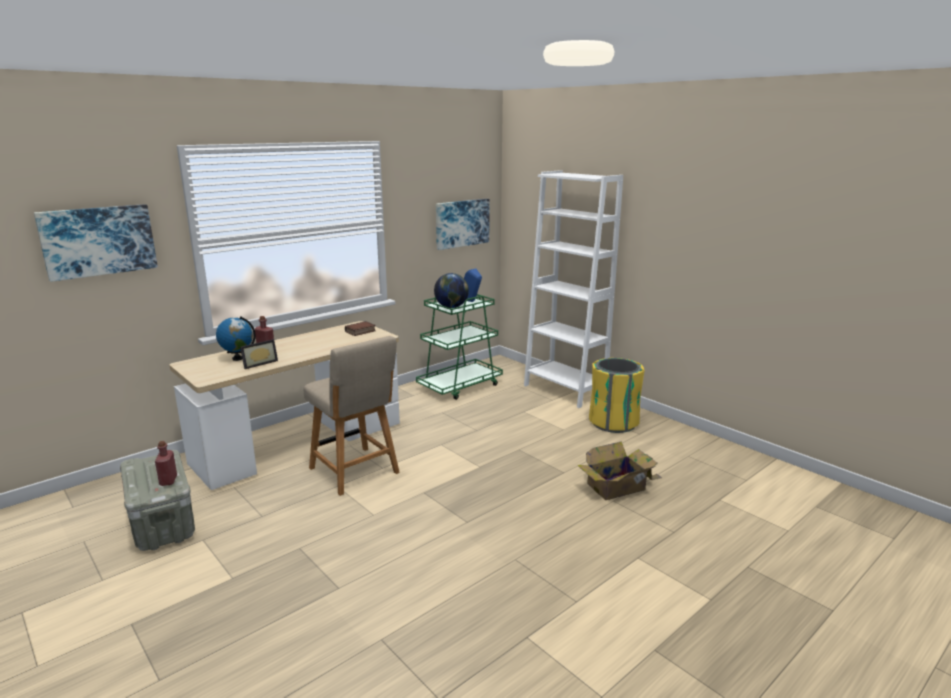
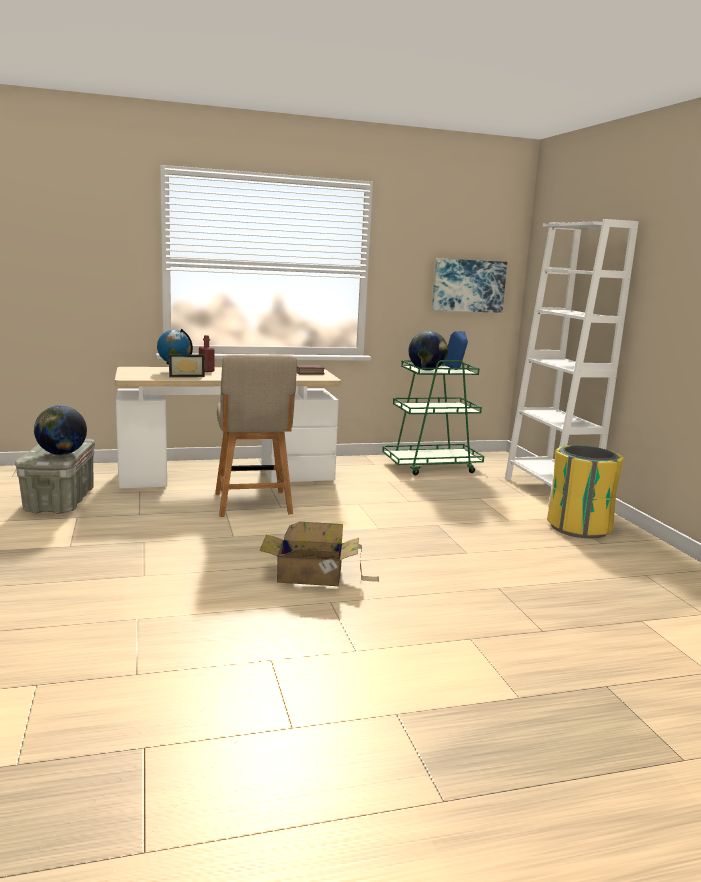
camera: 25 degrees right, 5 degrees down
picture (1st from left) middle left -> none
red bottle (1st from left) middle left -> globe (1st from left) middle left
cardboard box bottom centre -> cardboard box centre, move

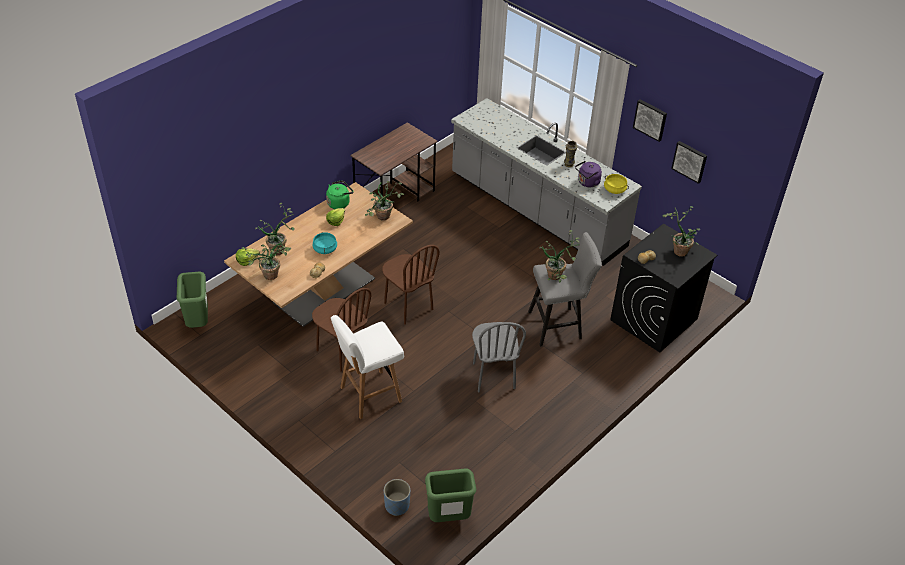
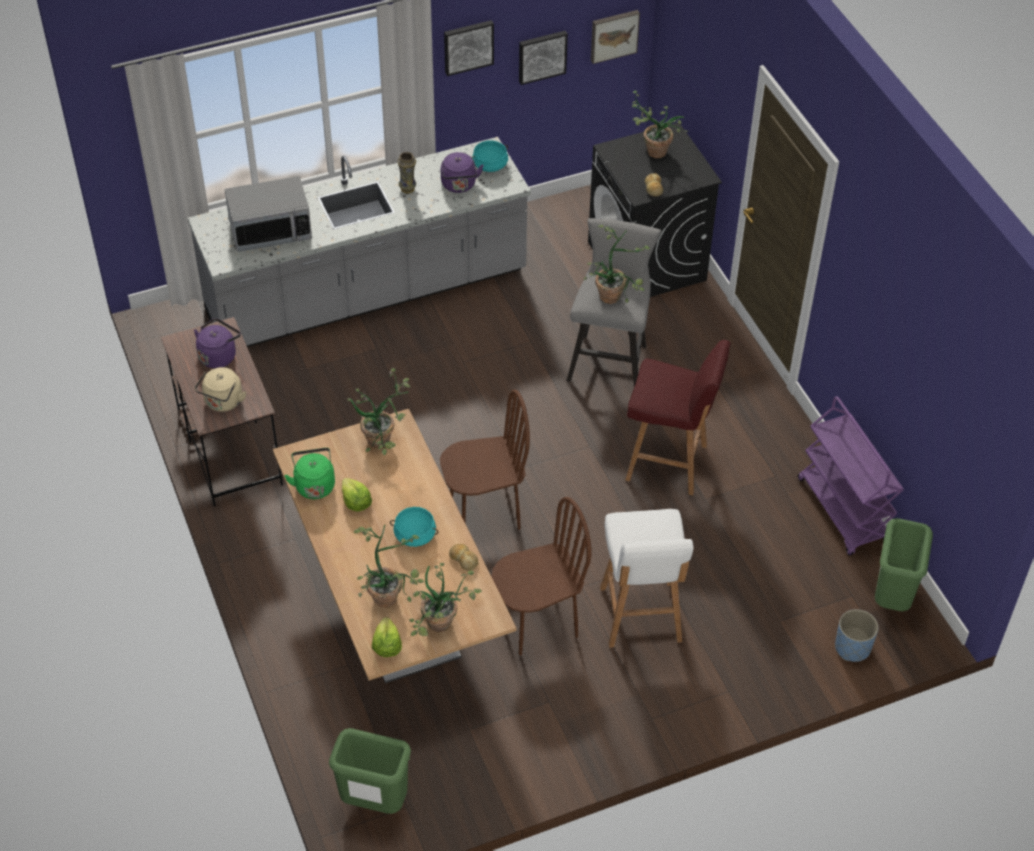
camera: 65 degrees left, 5 degrees up
yellow cooking pot top right -> turquoise cooking pot (2nd from left) top centre
grey chair centre -> red stool centre
none -> picture (3rd from left) top centre
none -> microwave top left
none -> purple kettle (1st from left) middle left
none -> beige kettle middle left
none -> purple cart middle right

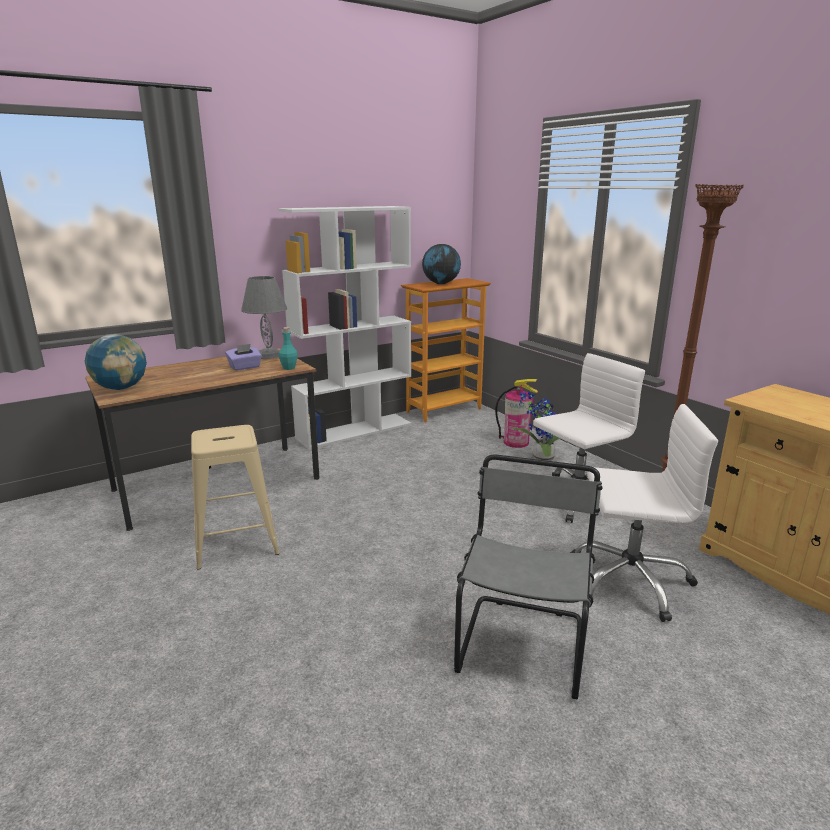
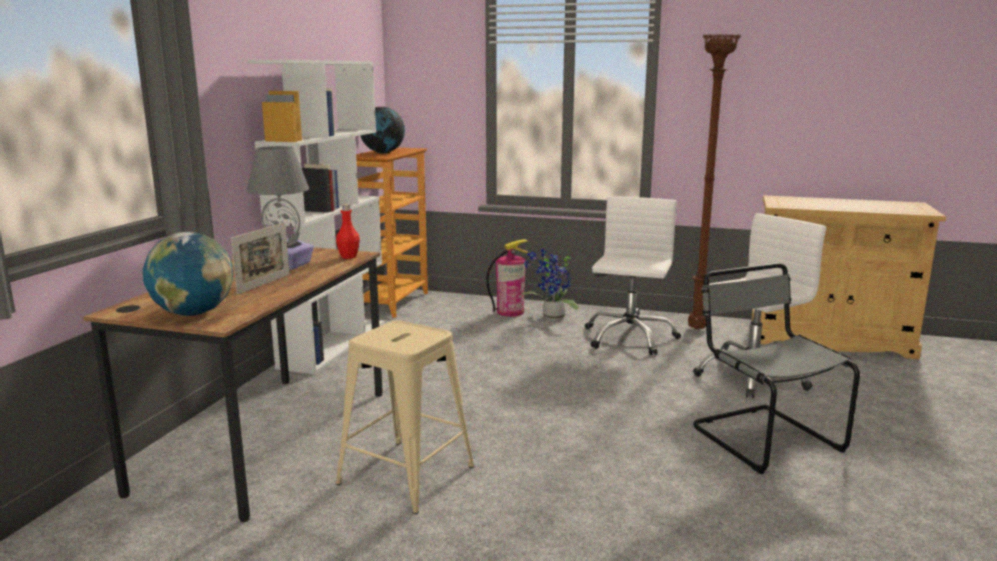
camera: 40 degrees left, 5 degrees down
turquoise bottle centre -> red bottle centre
none -> picture frame middle left

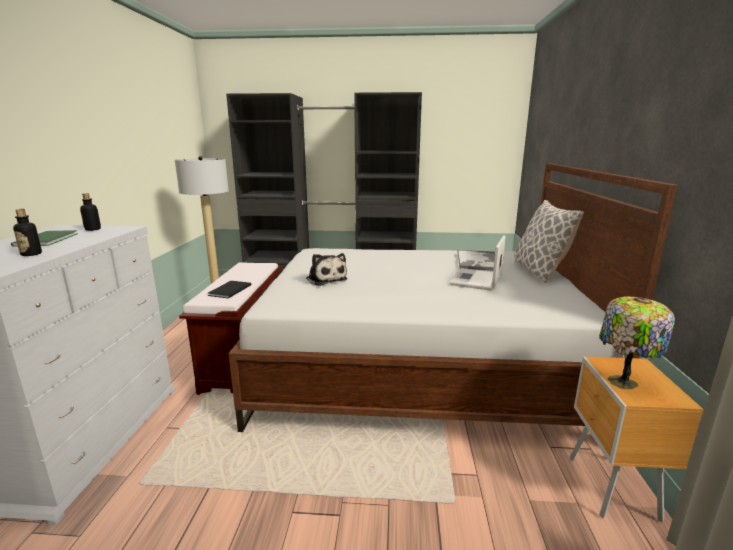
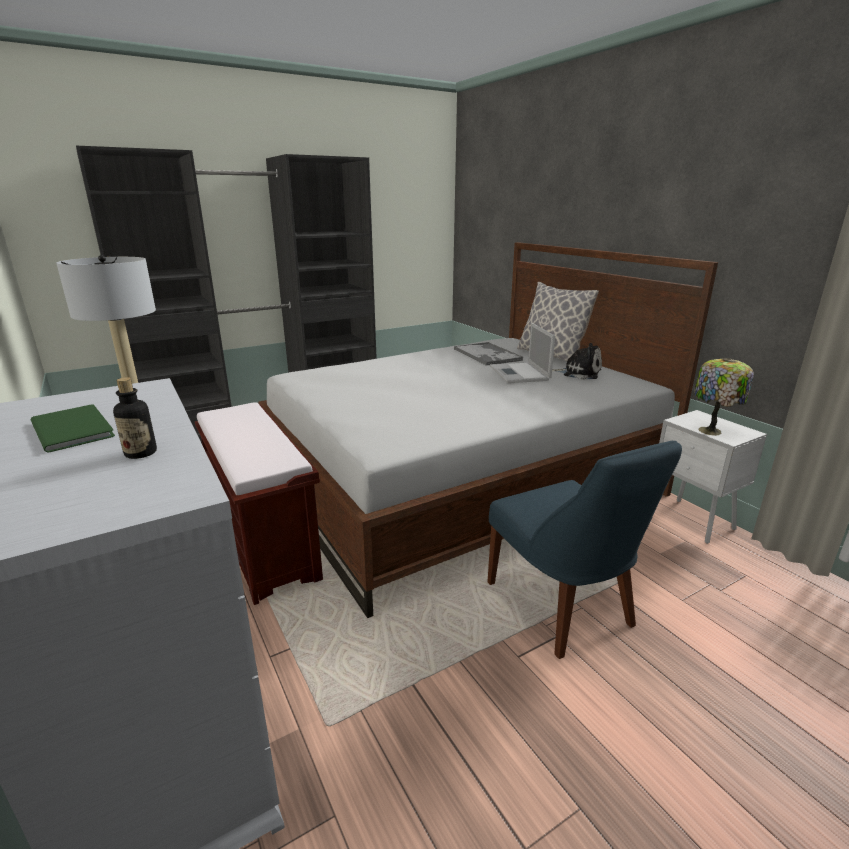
camera: 35 degrees left, 5 degrees up
bottle (2nd from left) middle left -> none
plush toy centre -> plush toy middle right, move
black book middle left -> none
brown nightstand bottom right -> white nightstand middle right
none -> blue chair middle right

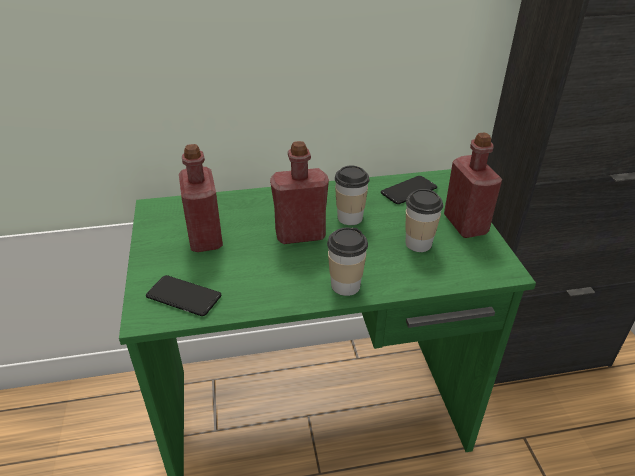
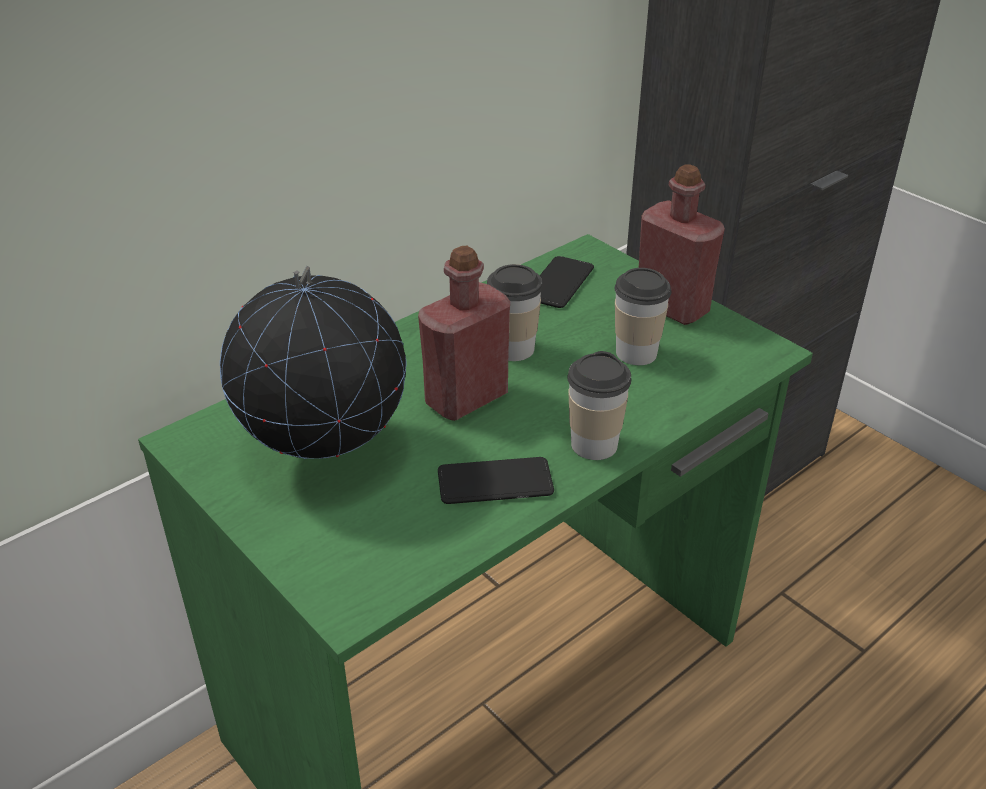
camera: 30 degrees left, 0 degrees up
red bottle (1st from left) middle left -> globe middle left
phone (1st from left) middle left -> phone (1st from left) centre, move

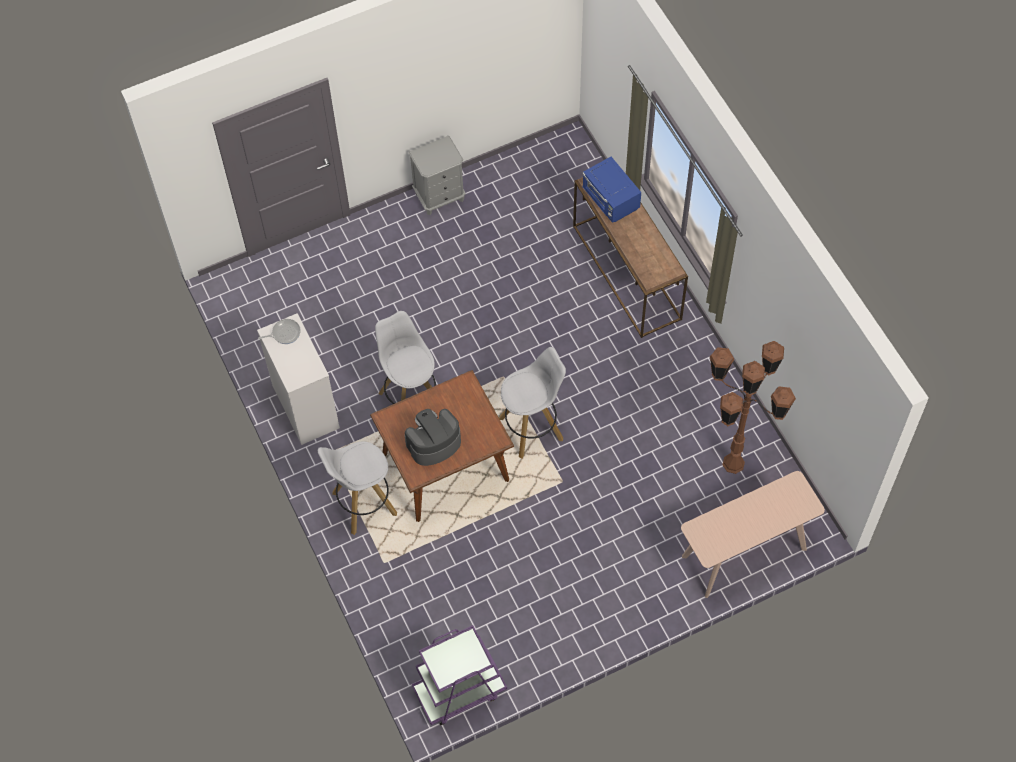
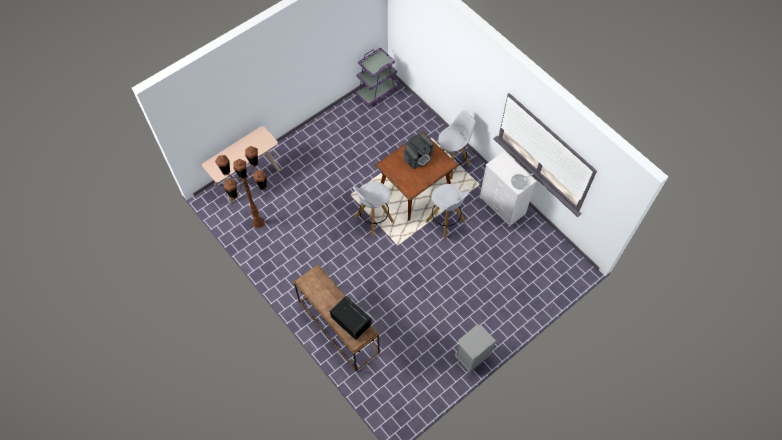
camera: 165 degrees right, 0 degrees up
blue microwave top centre -> black microwave bottom centre

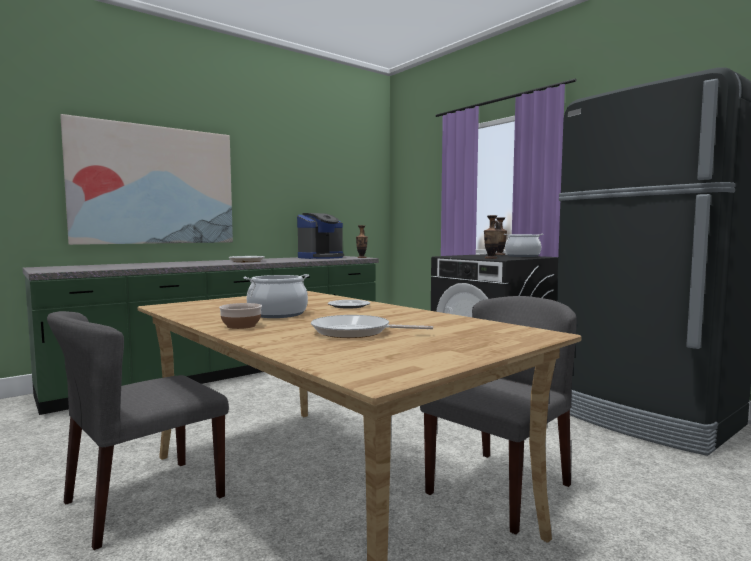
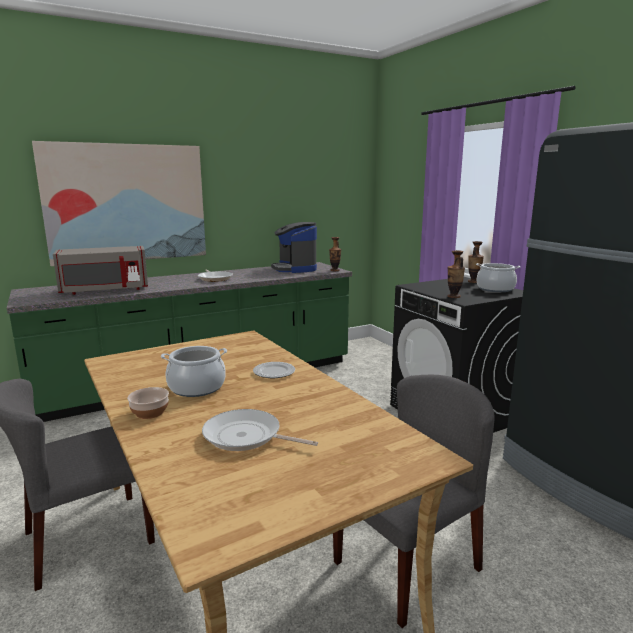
camera: 10 degrees right, 10 degrees up
coffee machine centre, 105 degrees clockwise
none -> grey microwave middle left

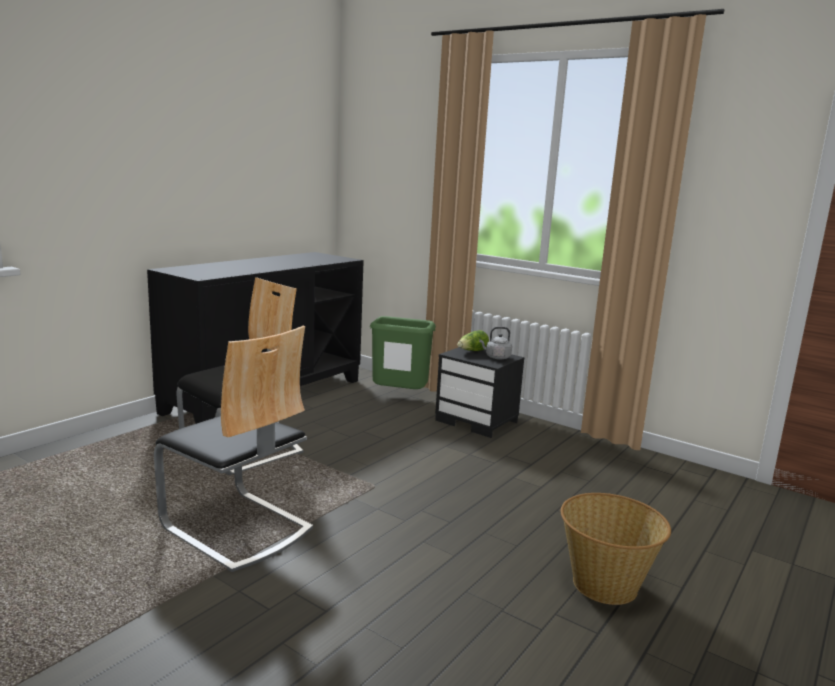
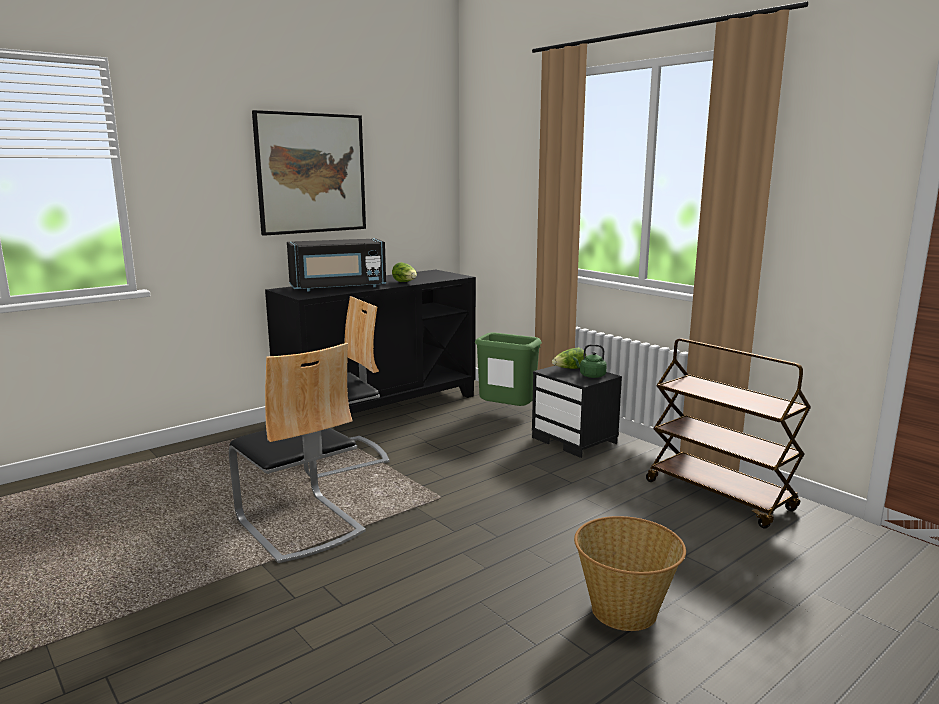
camera: 15 degrees right, 0 degrees up
grey kettle centre -> green kettle centre
none -> picture top left
none -> black microwave centre
none -> lettuce (1st from left) centre
none -> brown cart middle right

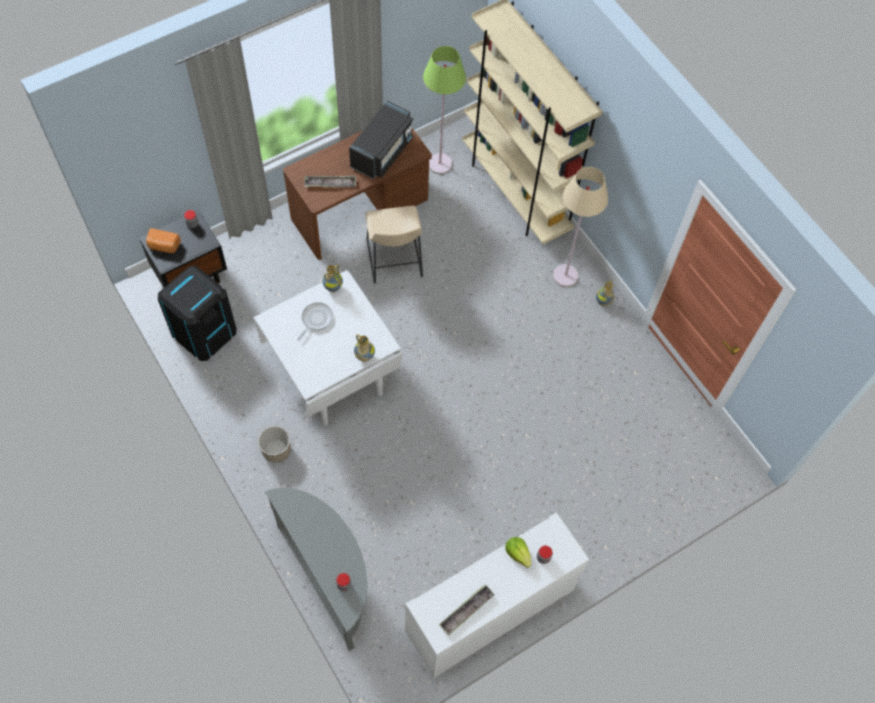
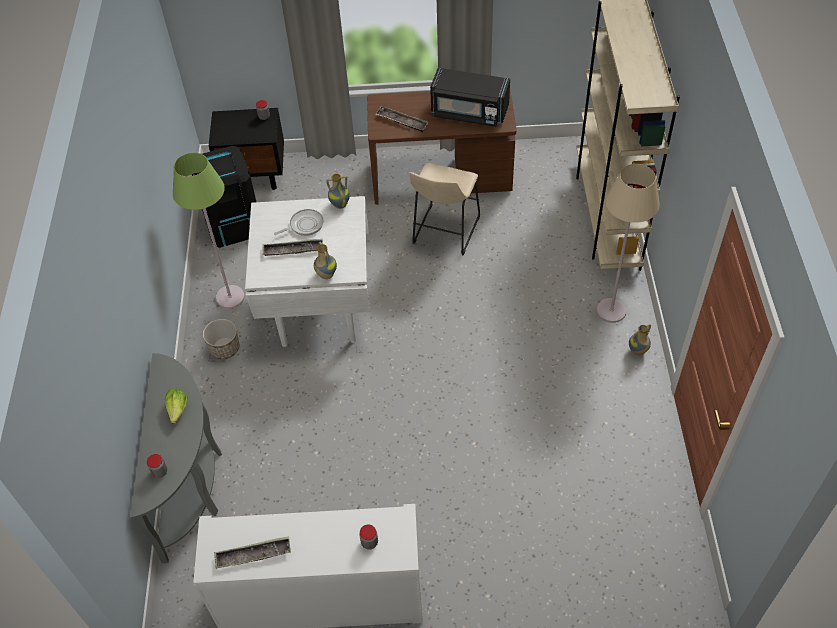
camera: 35 degrees right, 10 degrees down
green floor lamp top centre -> green floor lamp middle left, move
black microwave top centre, 45 degrees clockwise
bread middle left -> none
lettuce bottom centre -> lettuce middle left, move
none -> tray (2nd from left) centre

